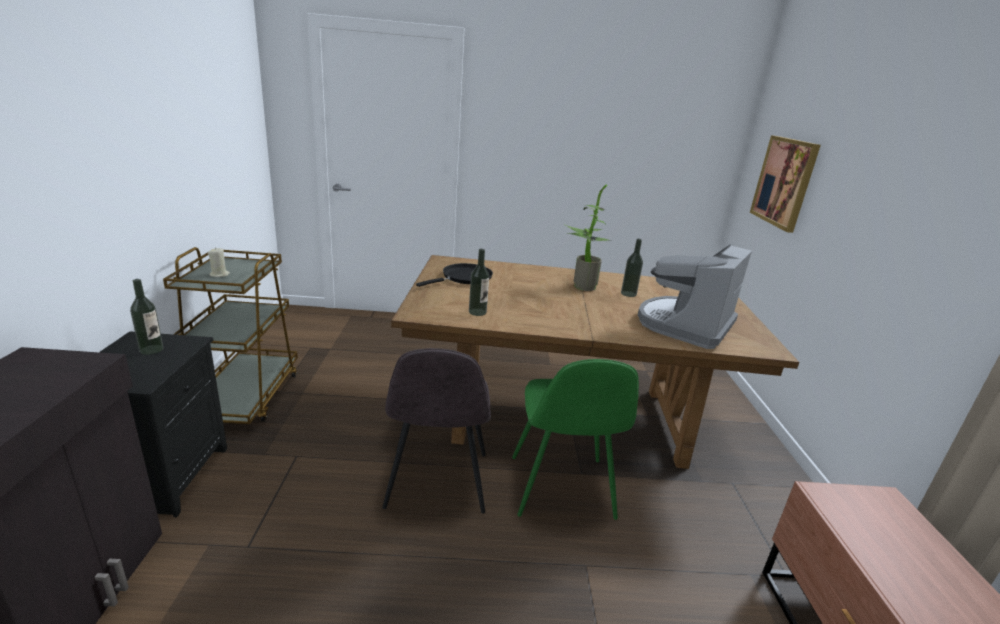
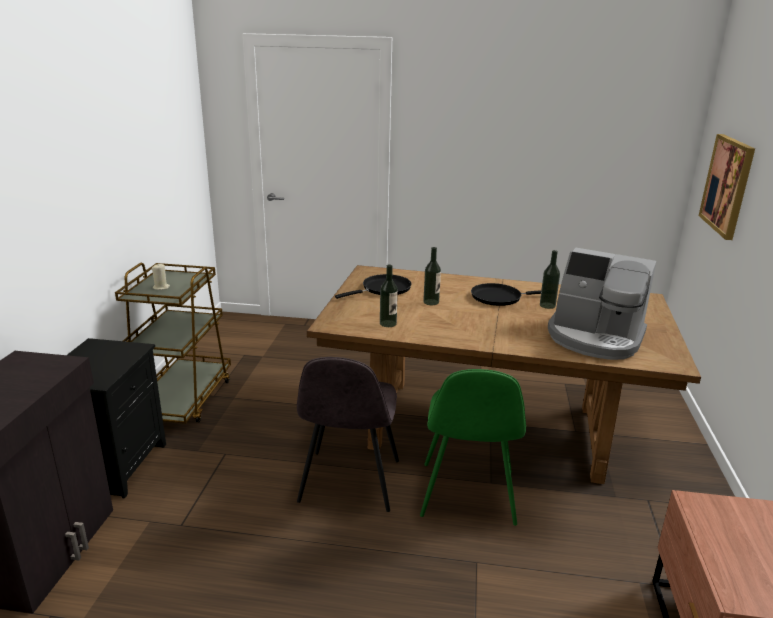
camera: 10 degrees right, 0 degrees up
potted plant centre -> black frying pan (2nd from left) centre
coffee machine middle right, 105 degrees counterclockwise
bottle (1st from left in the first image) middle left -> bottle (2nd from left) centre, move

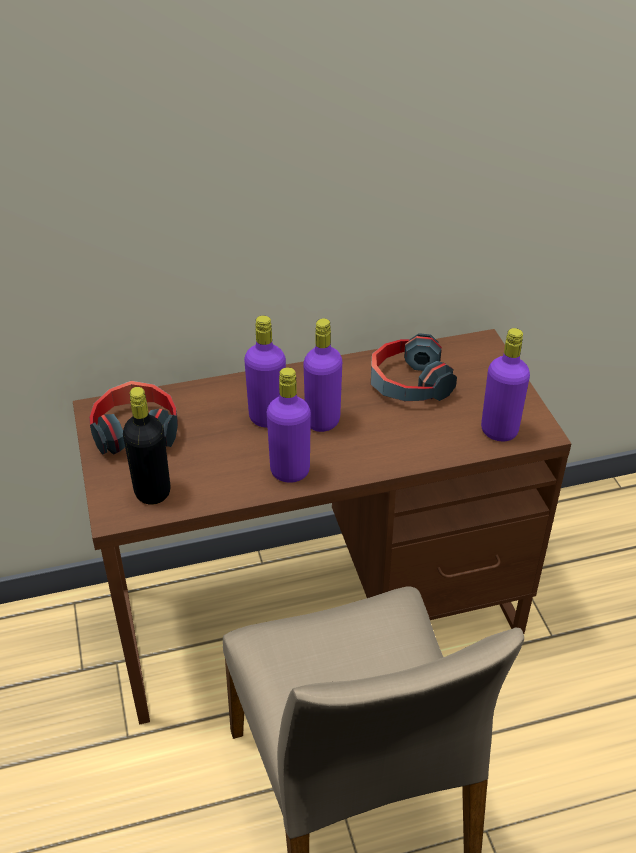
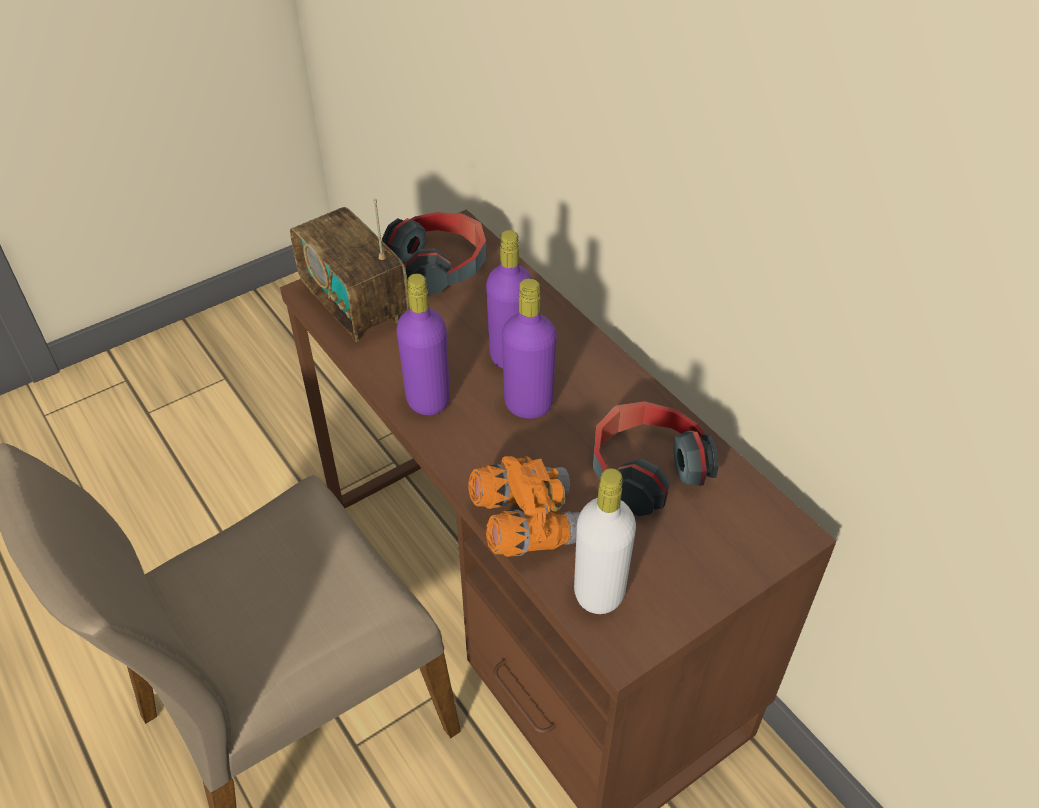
camera: 70 degrees right, 5 degrees up
purple bottle (4th from left) middle right -> white bottle bottom centre
black bottle middle left -> radio centre
none -> orange binoculars centre

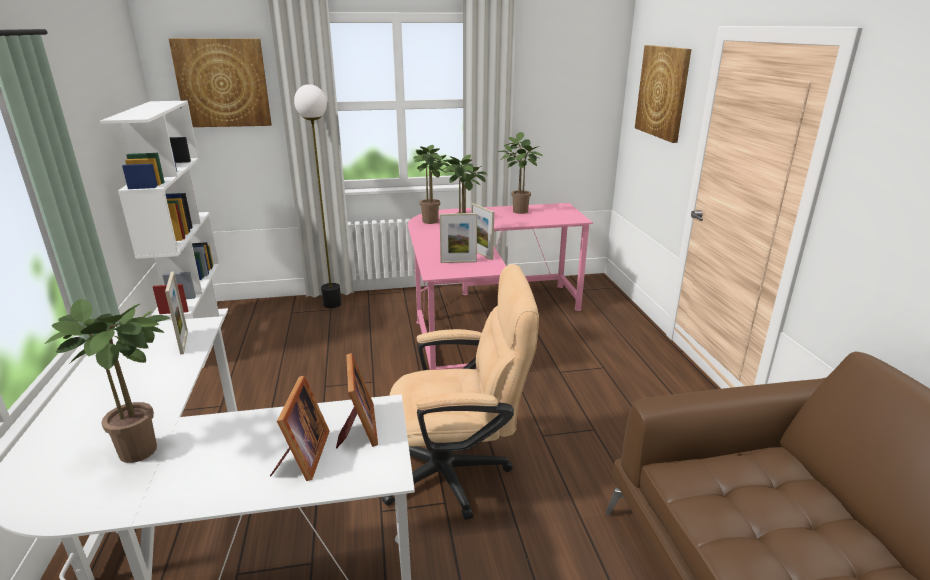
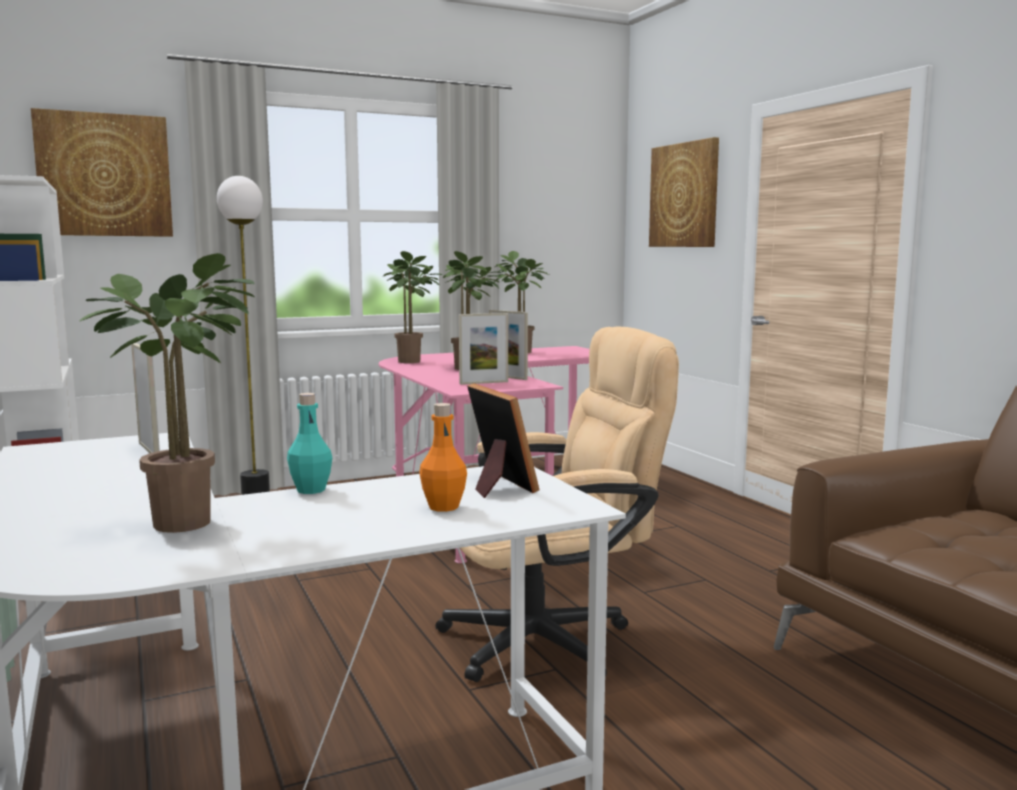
camera: 15 degrees left, 15 degrees down
picture frame (2nd from left) bottom left -> orange bottle centre
none -> turquoise bottle middle left

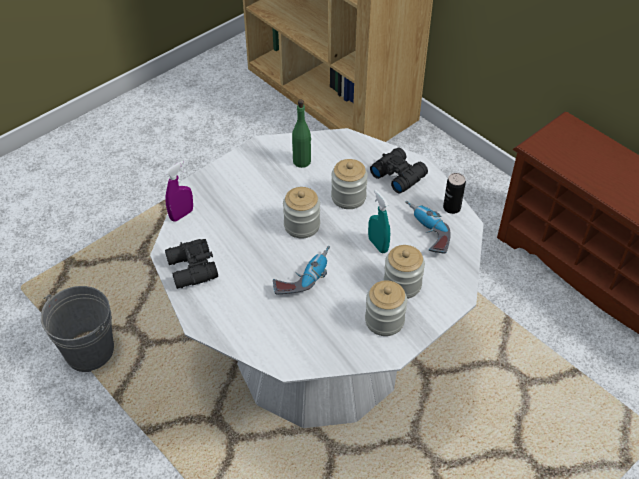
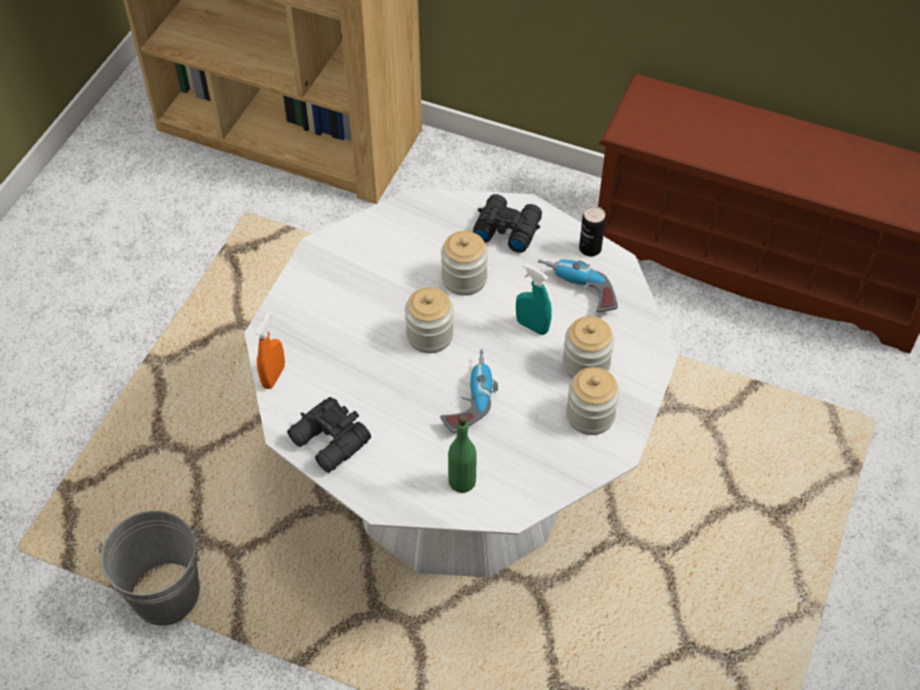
camera: 25 degrees left, 5 degrees up
green bottle top centre -> green bottle centre, move
purple spray bottle middle left -> orange spray bottle middle left

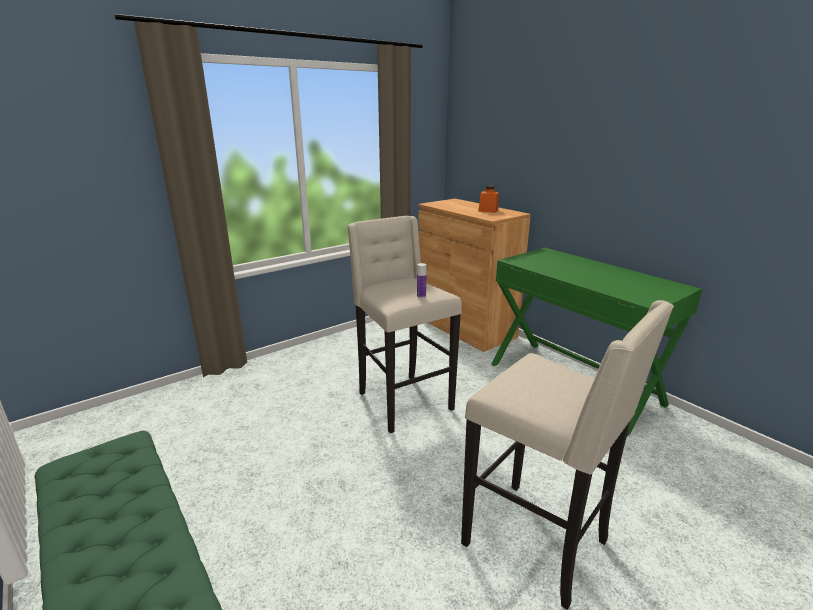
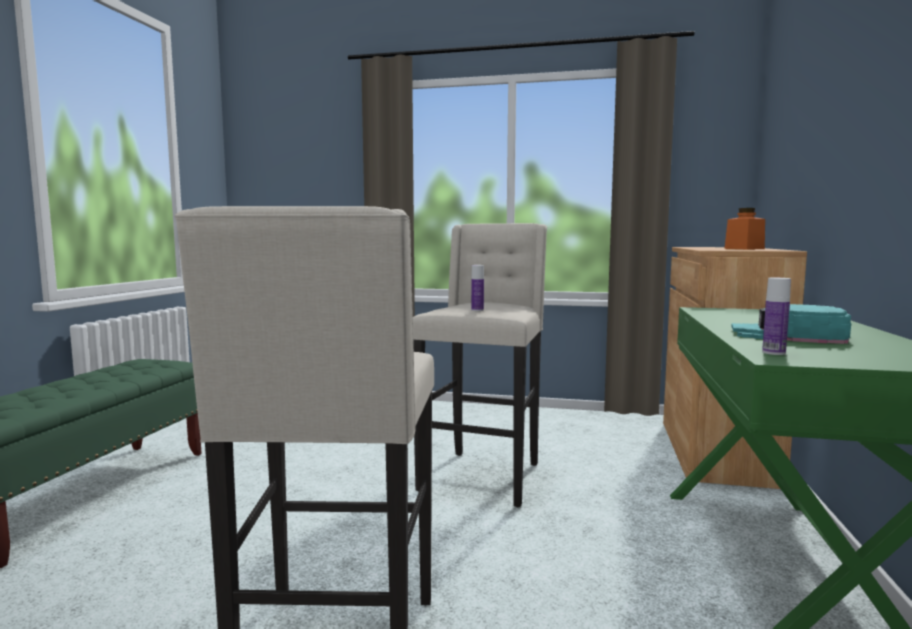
camera: 50 degrees right, 15 degrees down
none -> bottle (2nd from left) middle right
none -> turquoise cap middle right

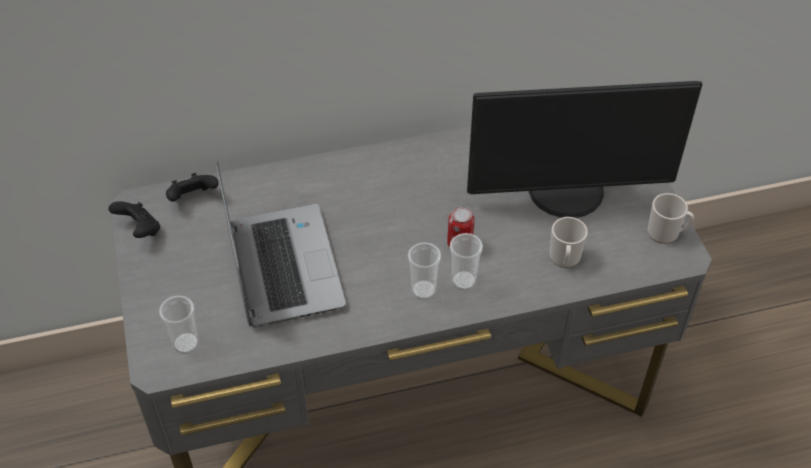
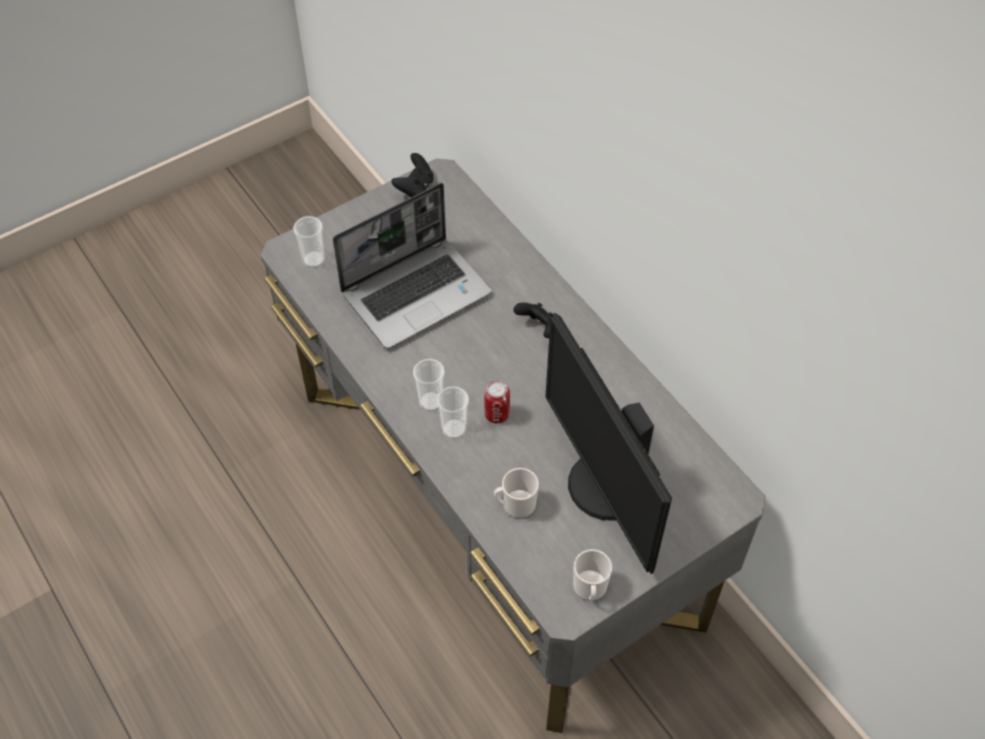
camera: 70 degrees right, 5 degrees up
black game controller (2nd from left) middle left -> black game controller (2nd from left) centre, move

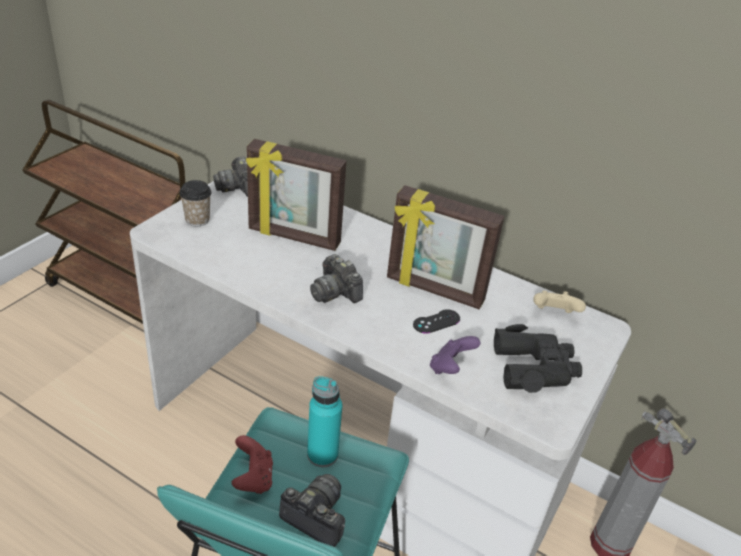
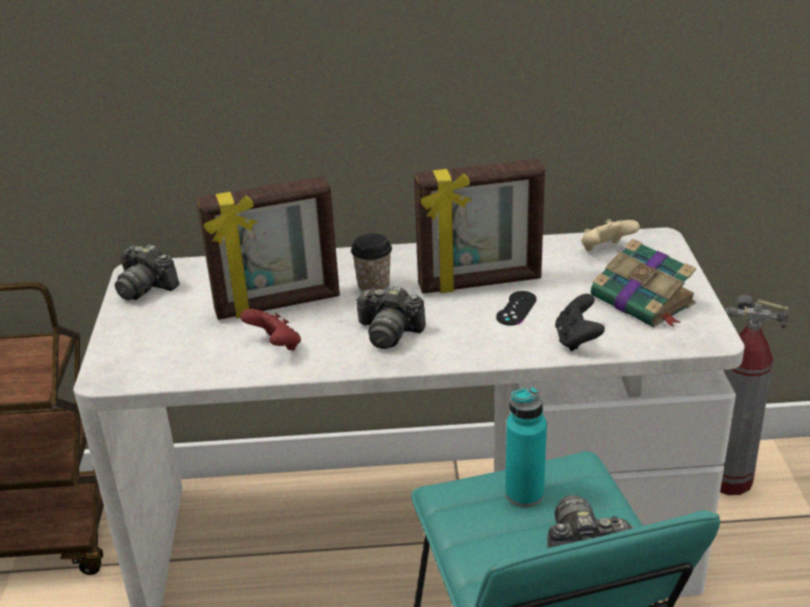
camera: 30 degrees left, 5 degrees down
cup middle left -> cup centre, move
black binoculars middle right -> book middle right
purple game controller centre -> black game controller (2nd from left) middle right
red game controller bottom centre -> red game controller centre, move

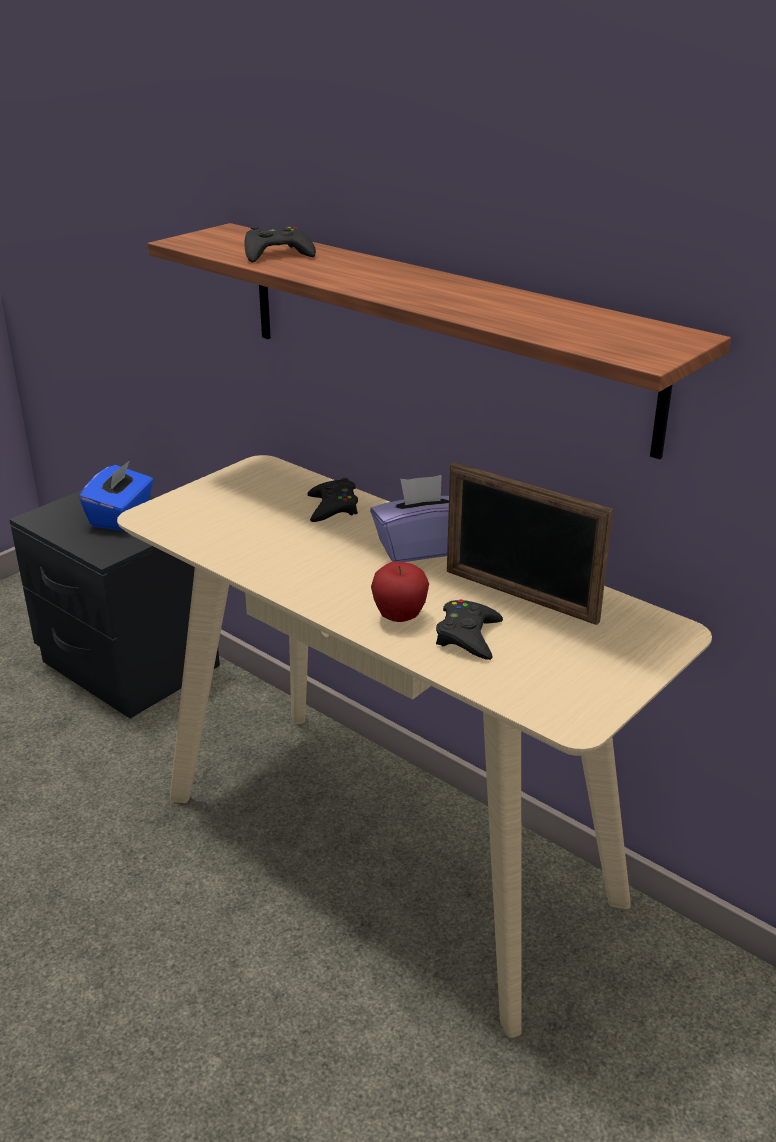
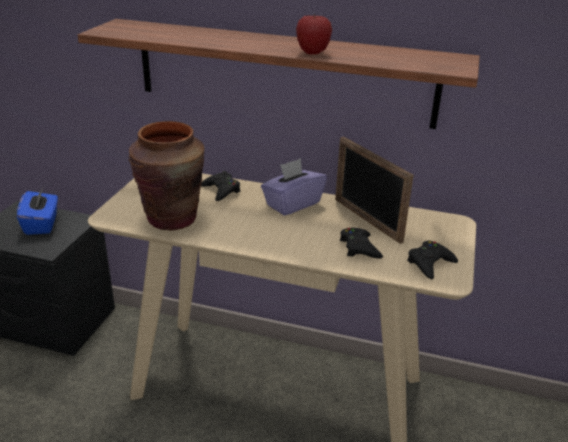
camera: 25 degrees left, 0 degrees up
black game controller (1st from left in the first image) top centre -> black game controller (3rd from left) middle right, move
picture frame middle right -> picture frame centre, 45 degrees clockwise
apple centre -> apple top centre, move
none -> brown vase middle left

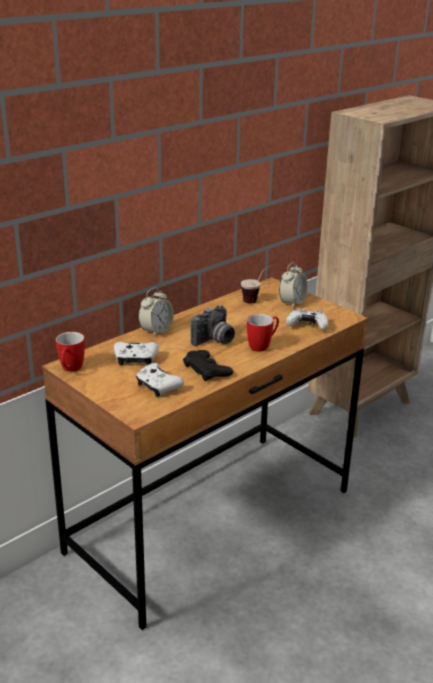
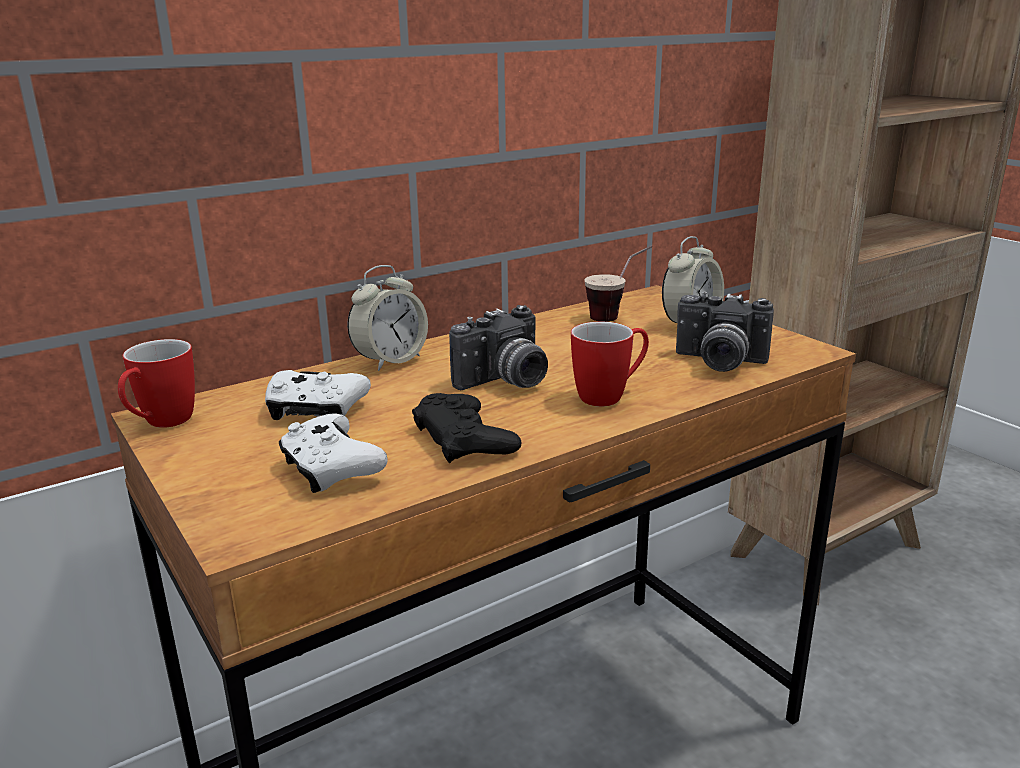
camera: 10 degrees right, 5 degrees down
white game controller (3rd from left) middle right -> photo camera (2nd from left) middle right

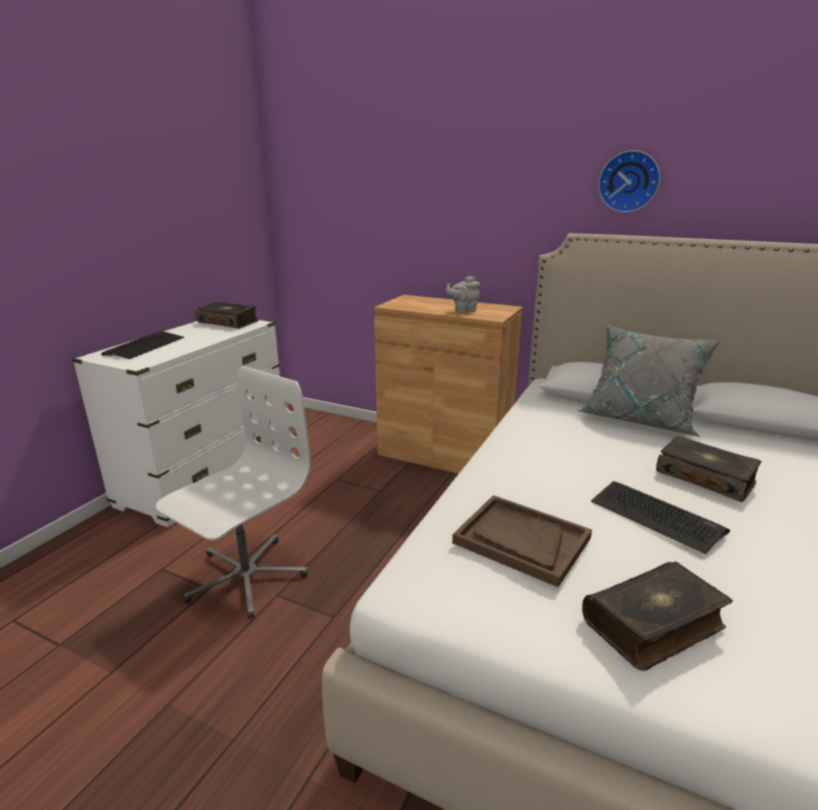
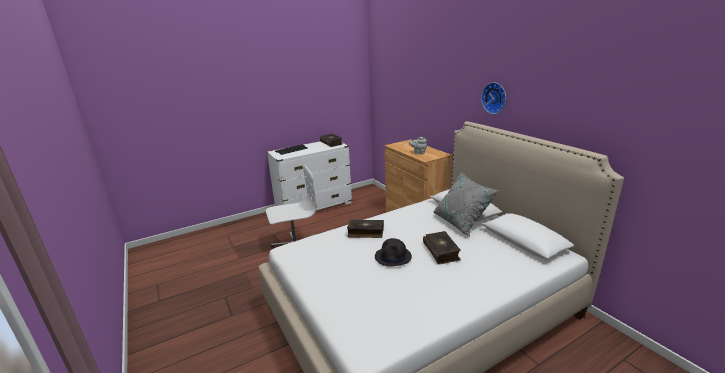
camera: 35 degrees right, 0 degrees up
keyboard (2nd from left) middle right -> black hat bottom centre
brown tray bottom centre -> none
book (2nd from left) bottom right -> book (2nd from left) centre, move

